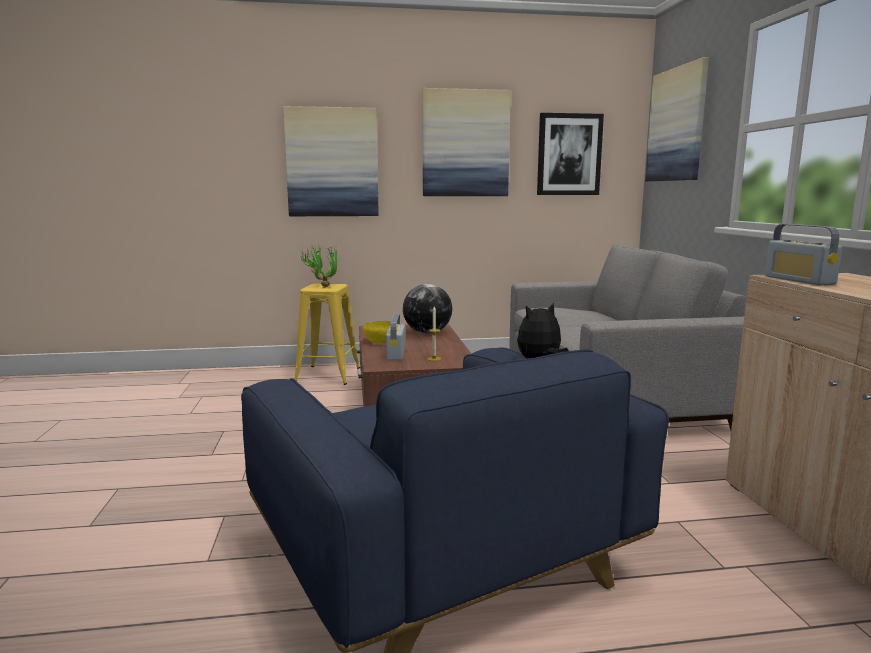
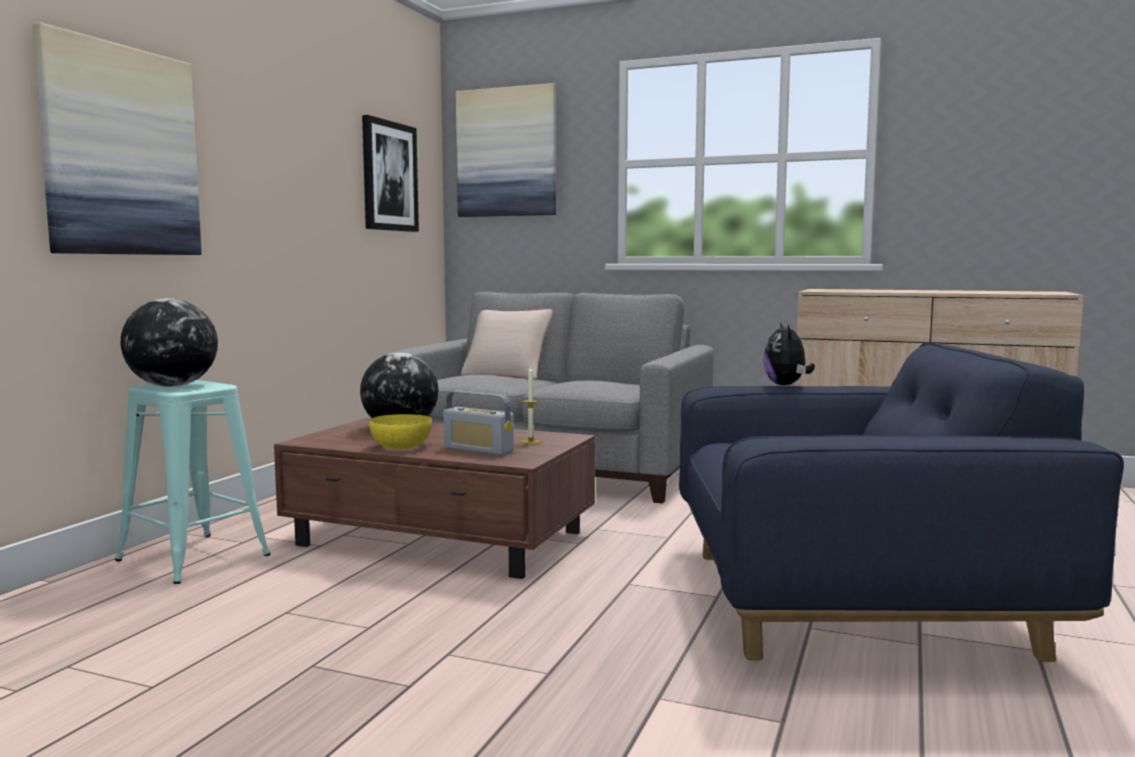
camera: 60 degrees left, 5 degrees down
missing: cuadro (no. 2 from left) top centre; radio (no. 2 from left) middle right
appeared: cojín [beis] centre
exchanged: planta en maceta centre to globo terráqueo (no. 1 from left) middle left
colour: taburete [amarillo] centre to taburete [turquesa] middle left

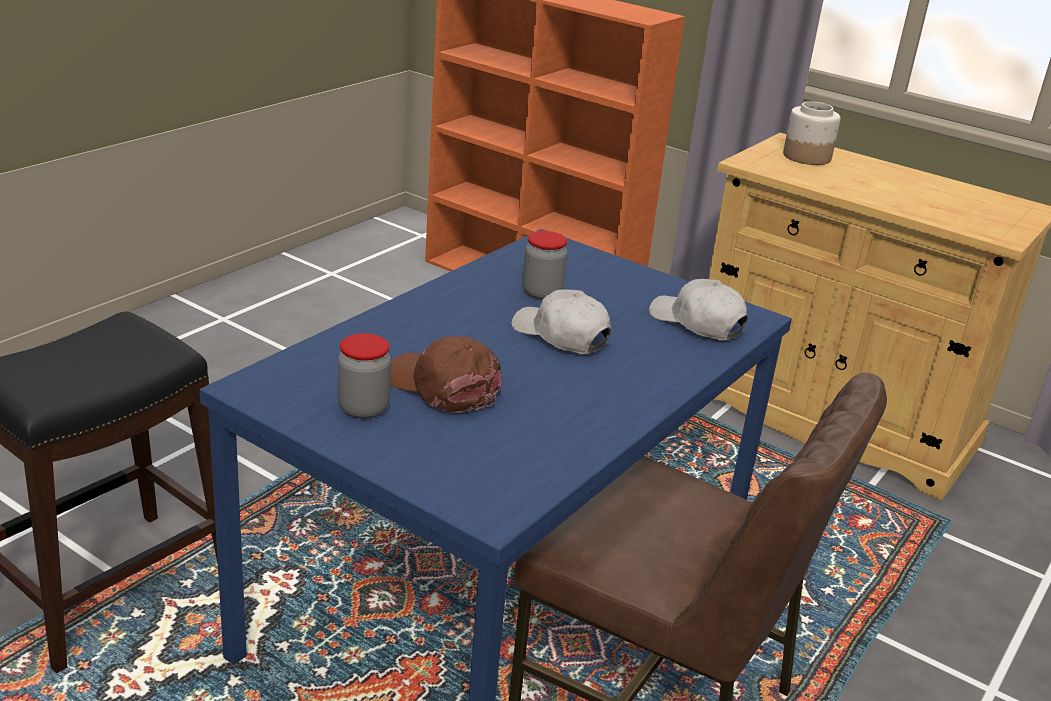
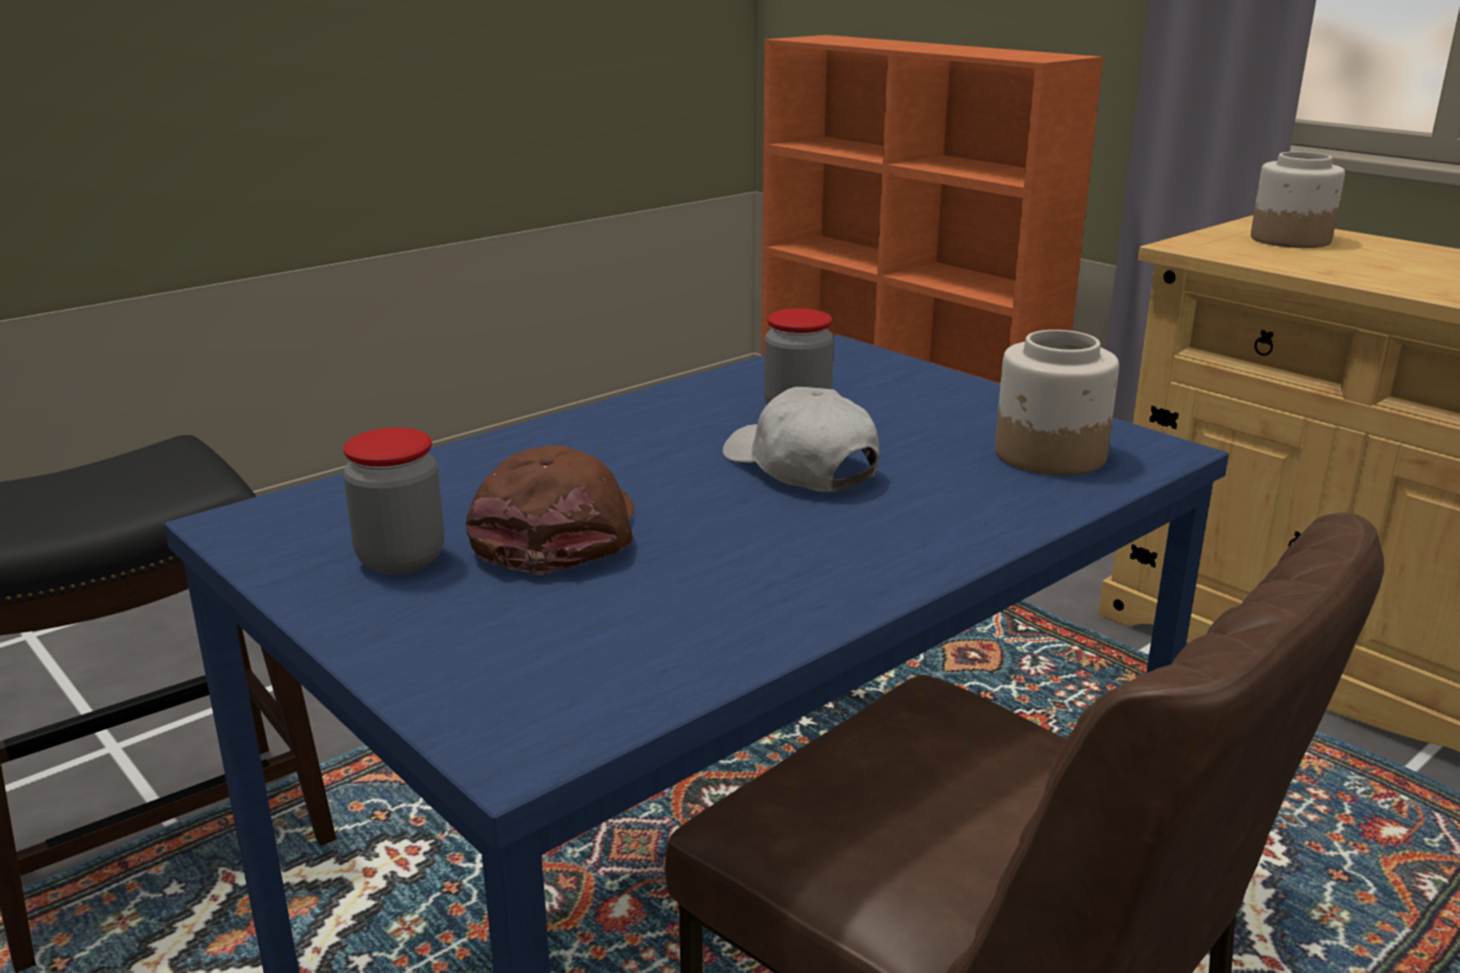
camera: 15 degrees right, 5 degrees down
exchanged: gorra [blanco] (no. 2 from left) centre to tarro (no. 3 from left) middle right
spun: gorra [marrón] centre = centre 45 degrees clockwise

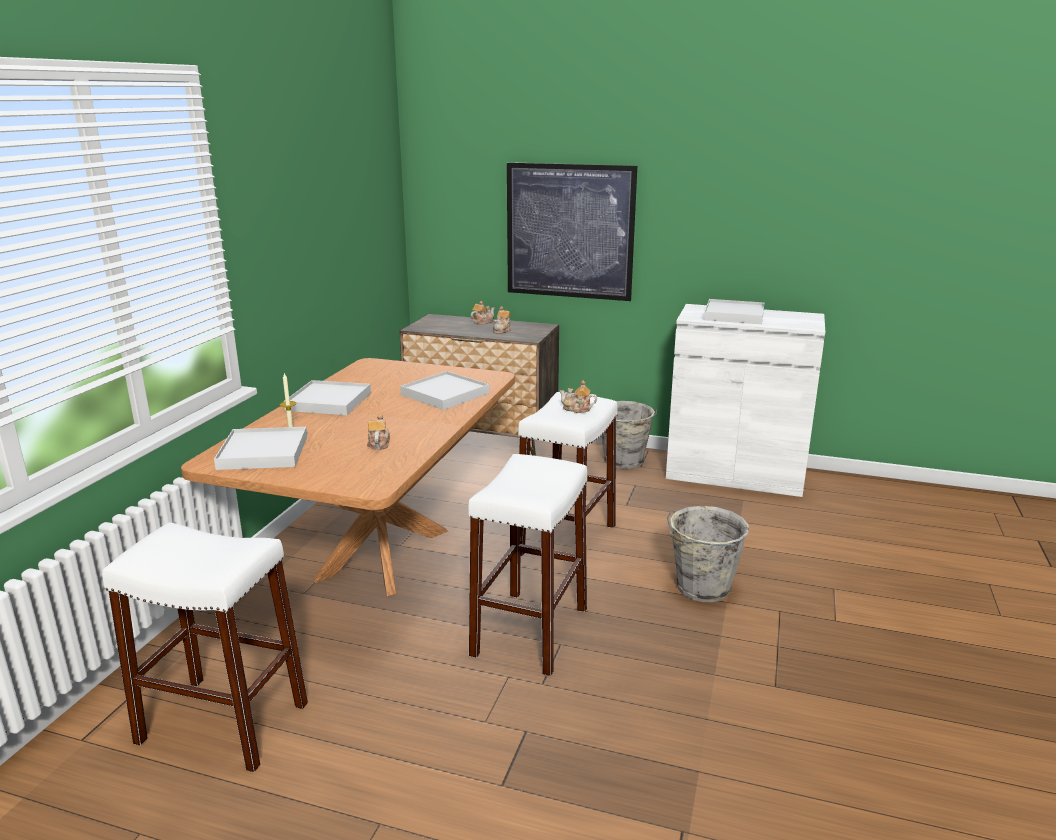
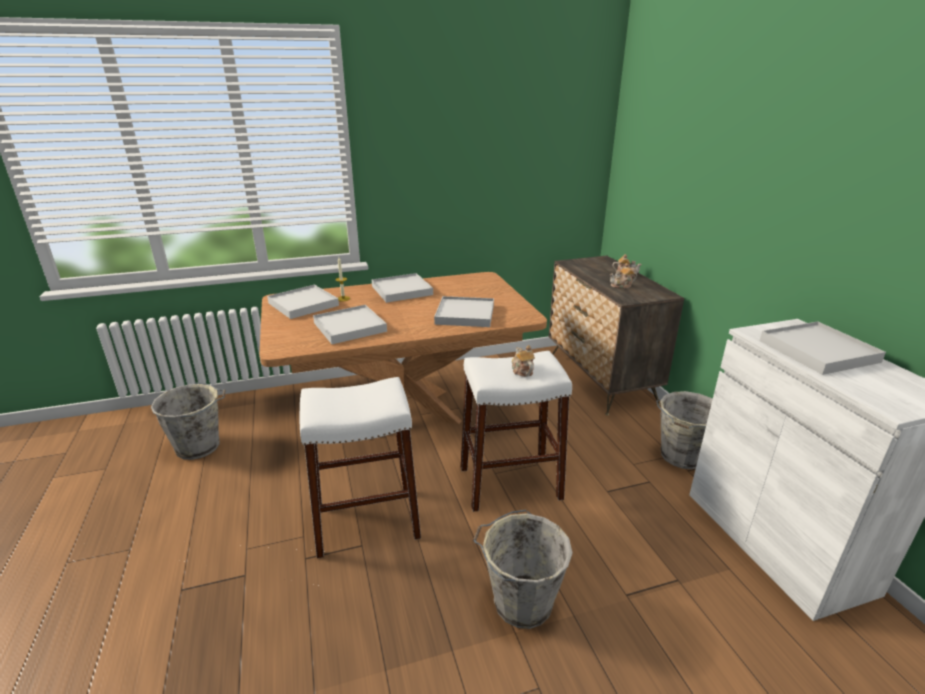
camera: 55 degrees right, 5 degrees up
missing: cuadro top centre
exchanged: taburete [blanco] (no. 1 from left) bottom left to cubo [gris] (no. 1 from left) middle left; tetera (no. 1 from left) centre to bandeja [blanco] (no. 2 from left) centre

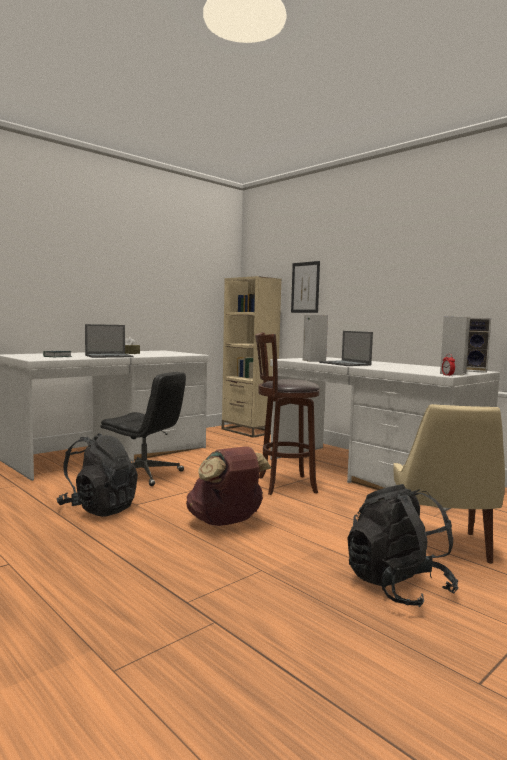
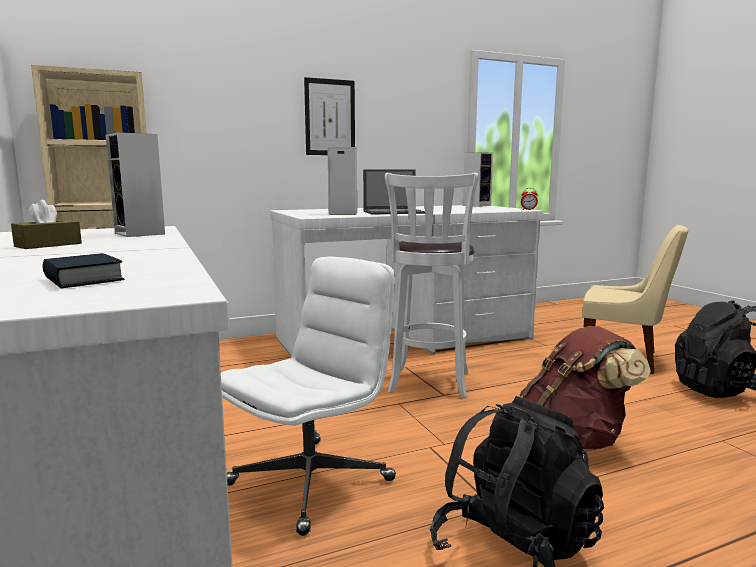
camera: 70 degrees left, 5 degrees up
missing: portátil (no. 1 from left) middle left
relocated: altavoz (no. 2 from left in the first image) middle right to altavoz (no. 1 from left) top left; cuadro centre to top centre
colour: silla de oficina [negro] middle left to silla de oficina [blanco] bottom centre; taburete [marrón] centre to taburete [blanco] centre

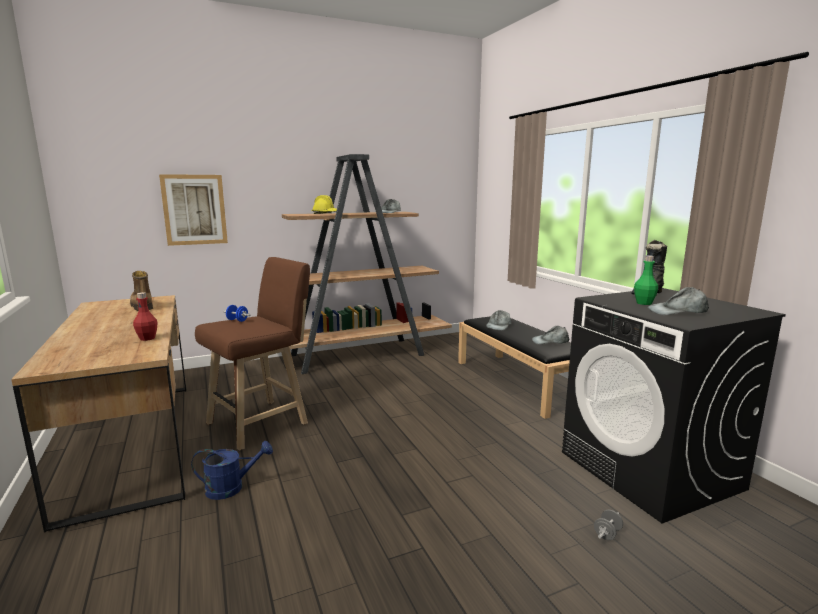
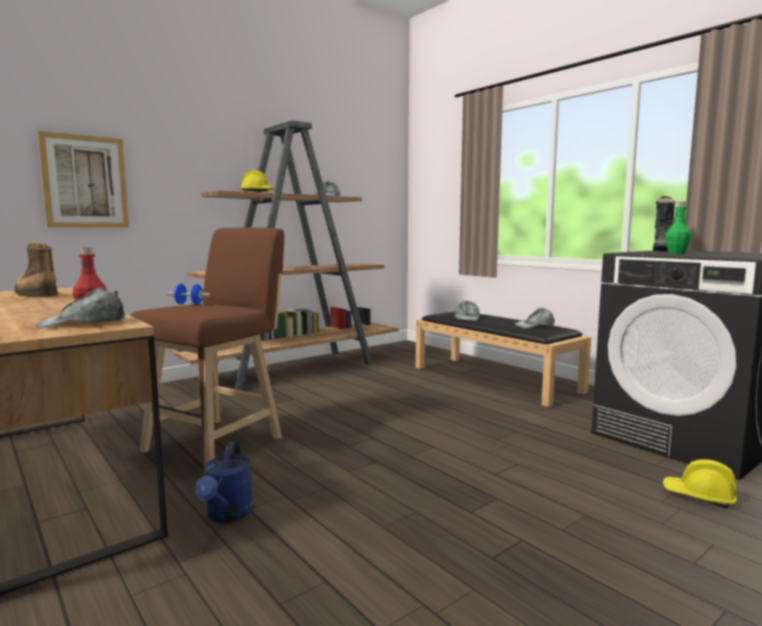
camera: 15 degrees left, 5 degrees down
relocated: gorra [gris] (no. 4 from left in the first image) middle right to gorra [gris] (no. 1 from left) middle left
exchanged: mancuerna [gris] bottom right to casco [amarillo] (no. 2 from left) bottom right
spun: regadera [azul] bottom left = bottom left 120 degrees clockwise

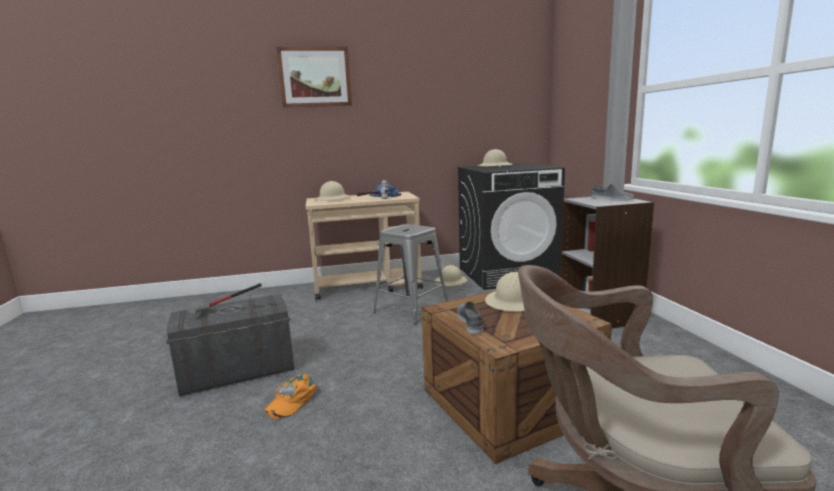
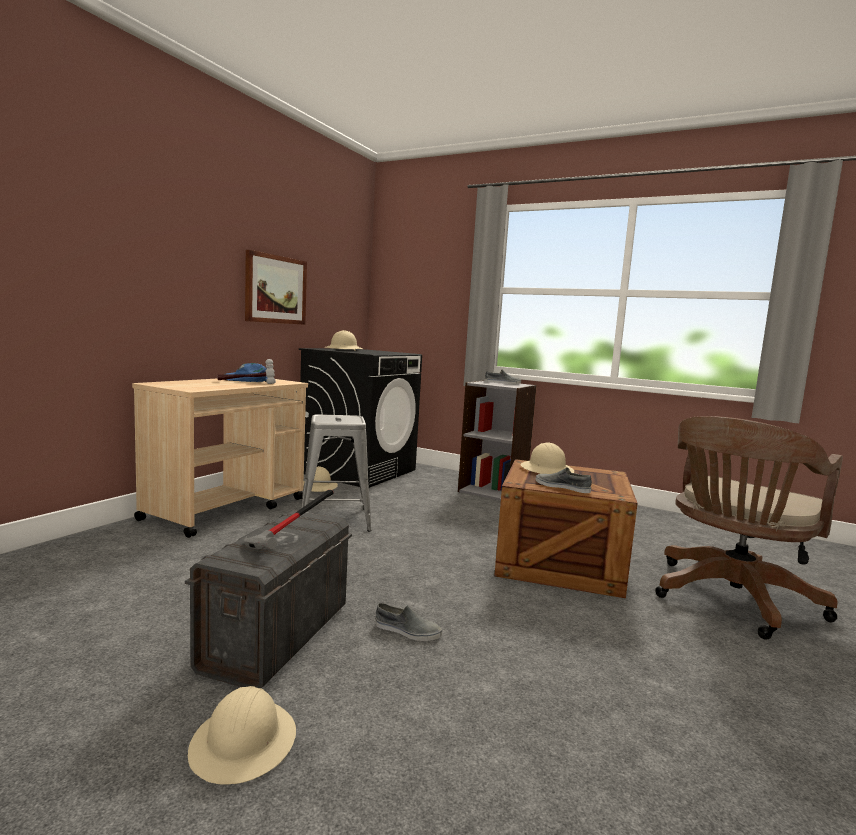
camera: 50 degrees left, 5 degrees down
relocated: casco [beis] (no. 1 from left) centre to bottom left; cuadro top centre to middle left
exchanged: gorra [naranja] bottom centre to zapato [gris] (no. 1 from left) bottom centre

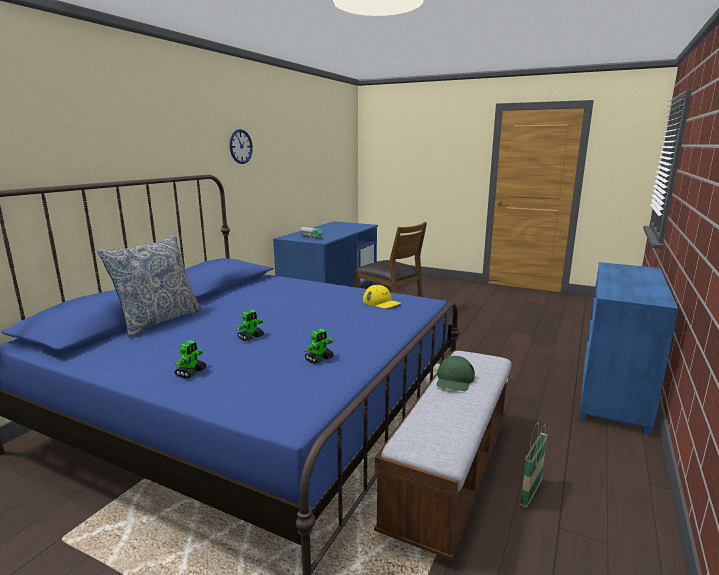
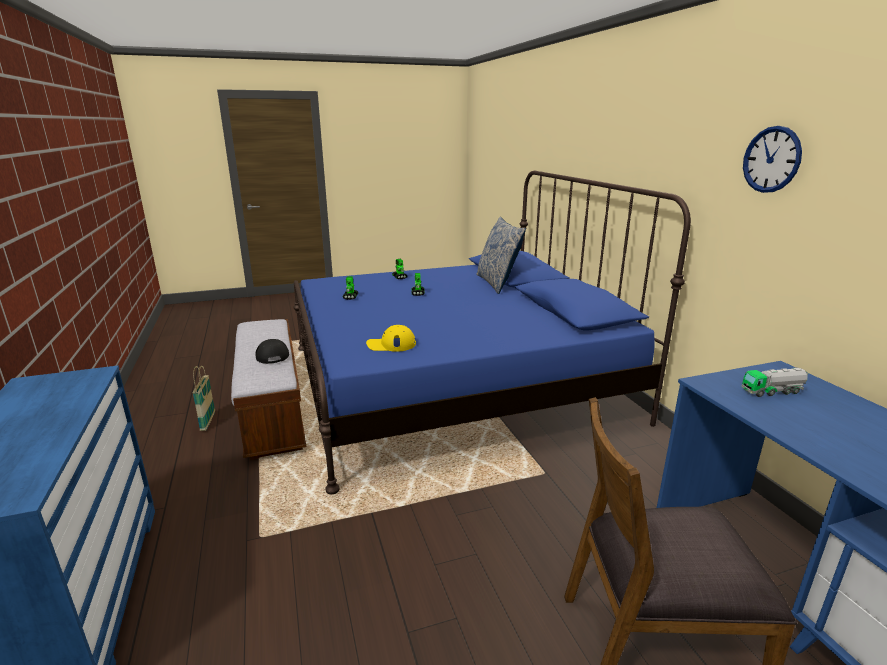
camera: 135 degrees right, 5 degrees up
colour: gorra [verde] centre to gorra [negro] middle left

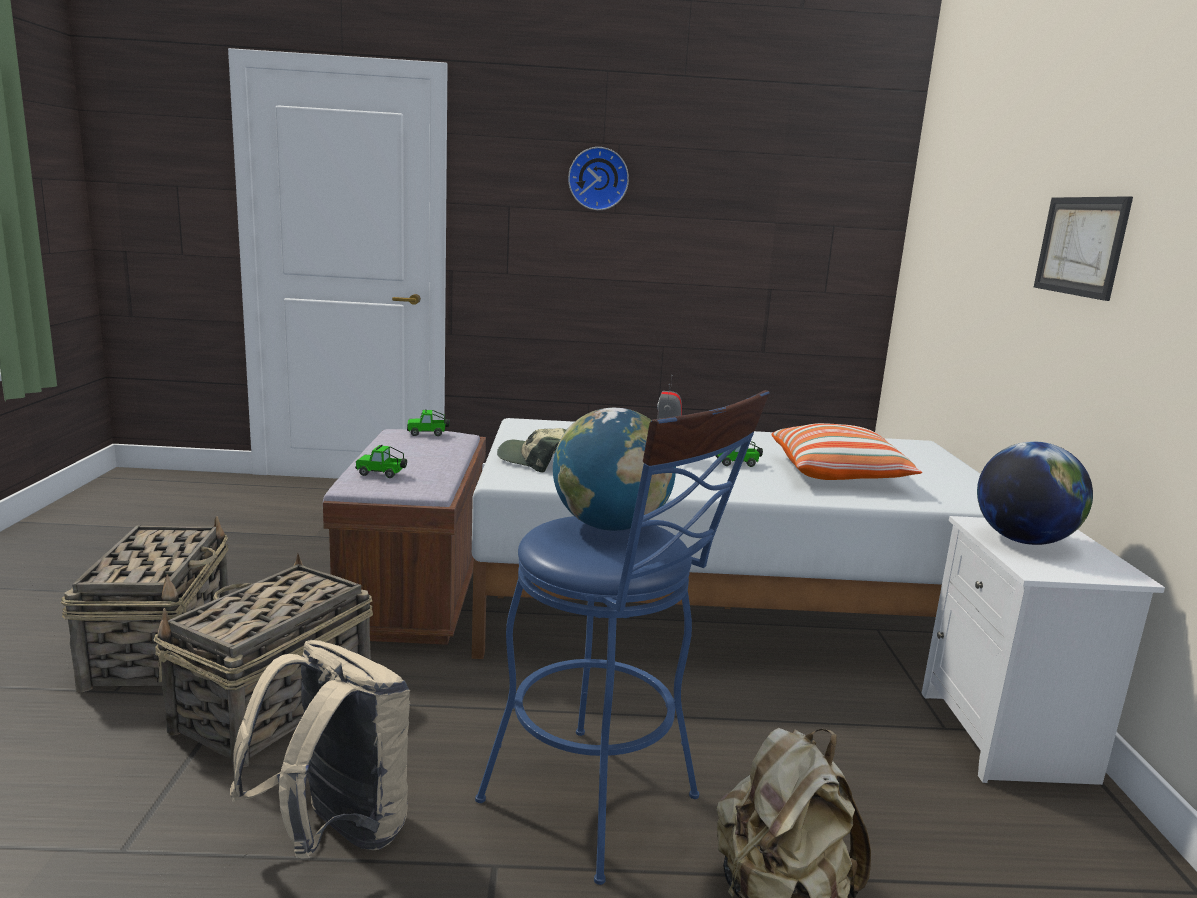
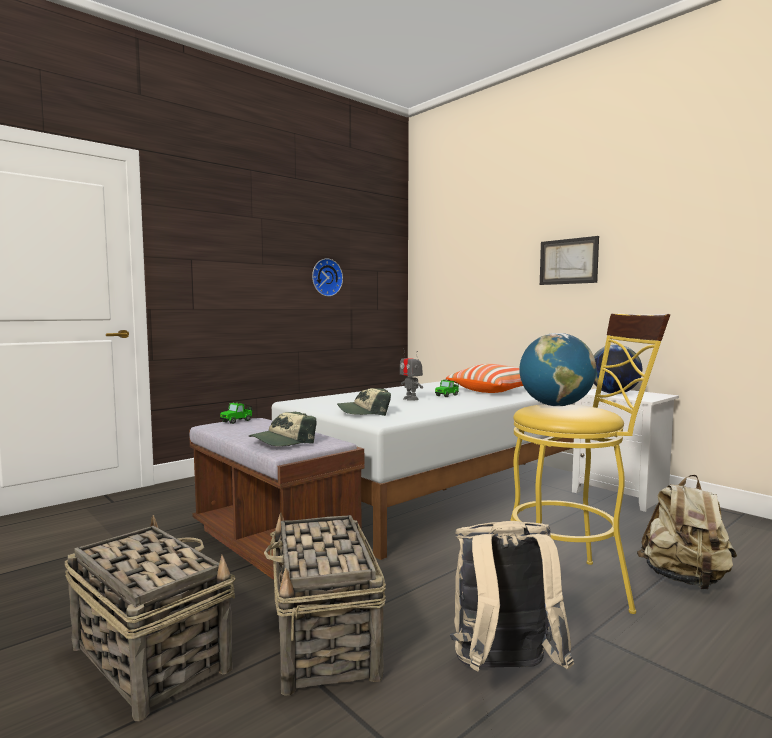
camera: 40 degrees left, 10 degrees down
relocated: reloj de pared top centre to centre
exchanged: coche de juguete (no. 1 from left) middle left to gorra (no. 1 from left) centre
colour: taburete [azul] bottom centre to taburete [amarillo] middle right

